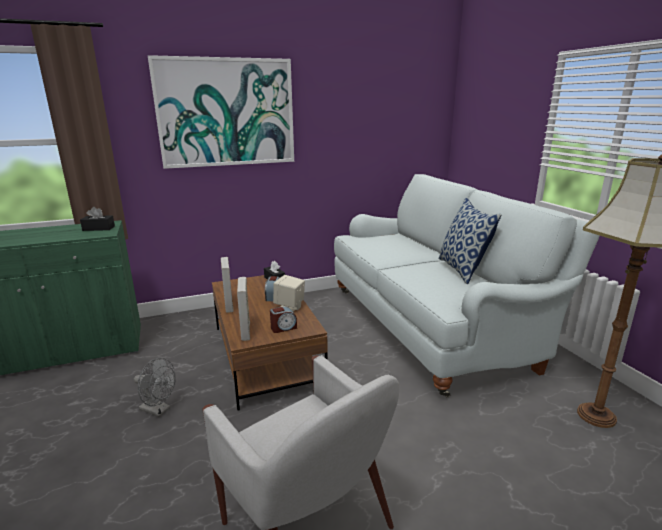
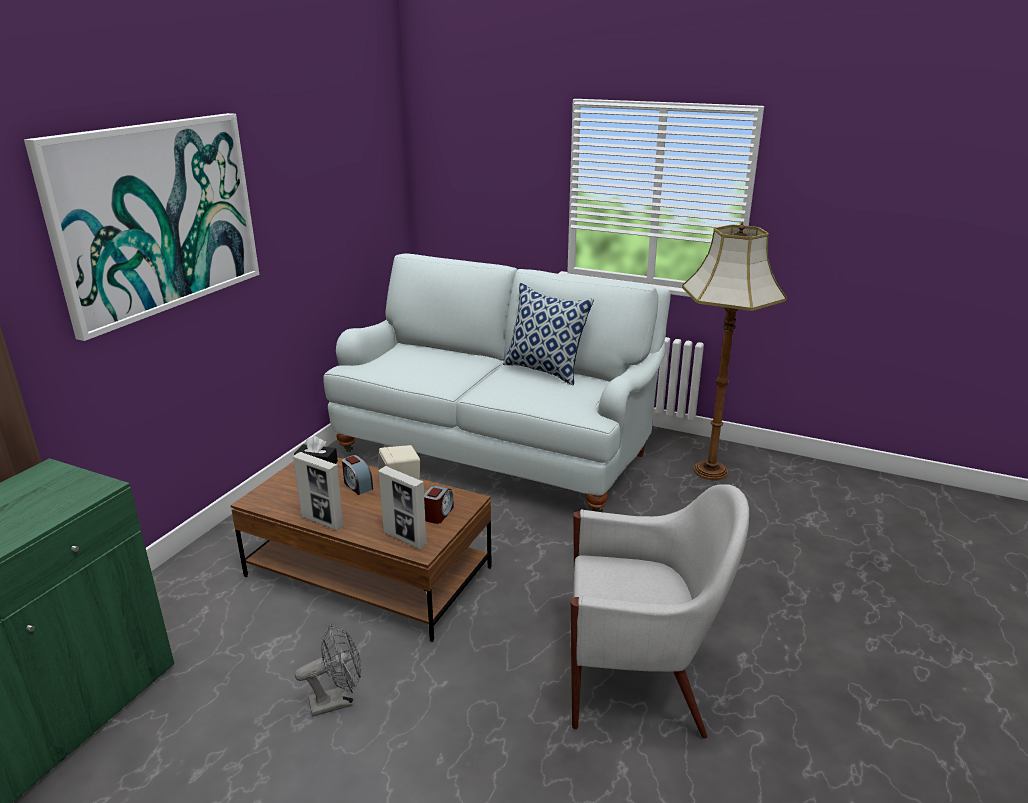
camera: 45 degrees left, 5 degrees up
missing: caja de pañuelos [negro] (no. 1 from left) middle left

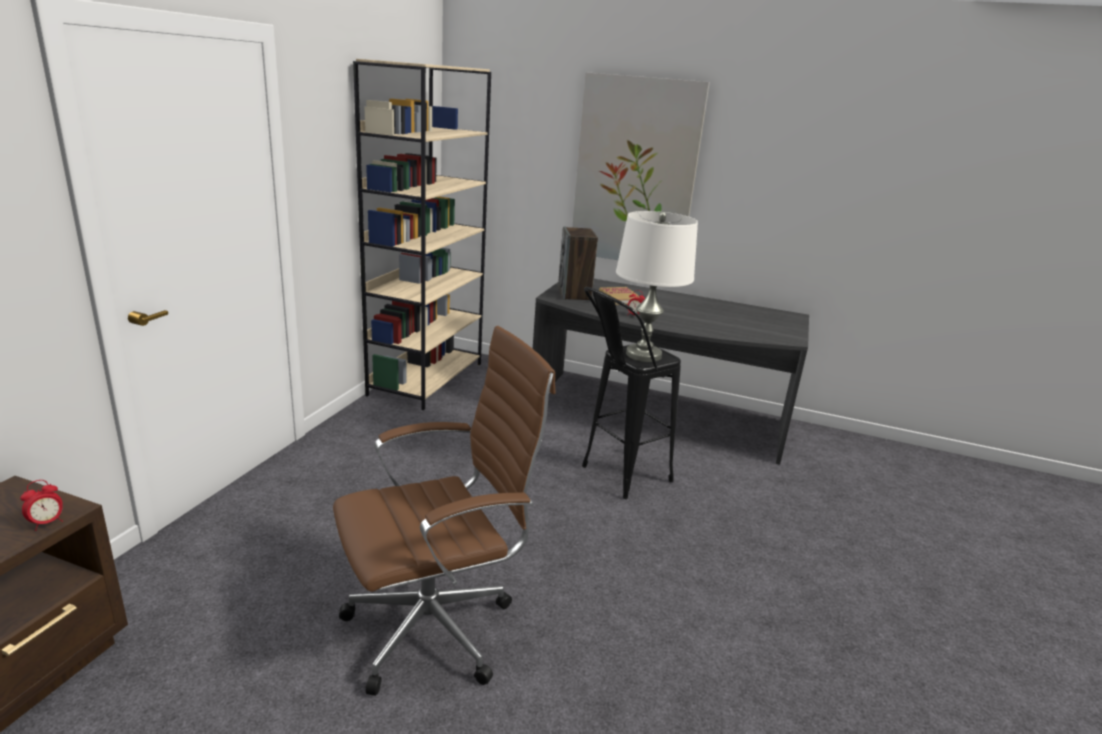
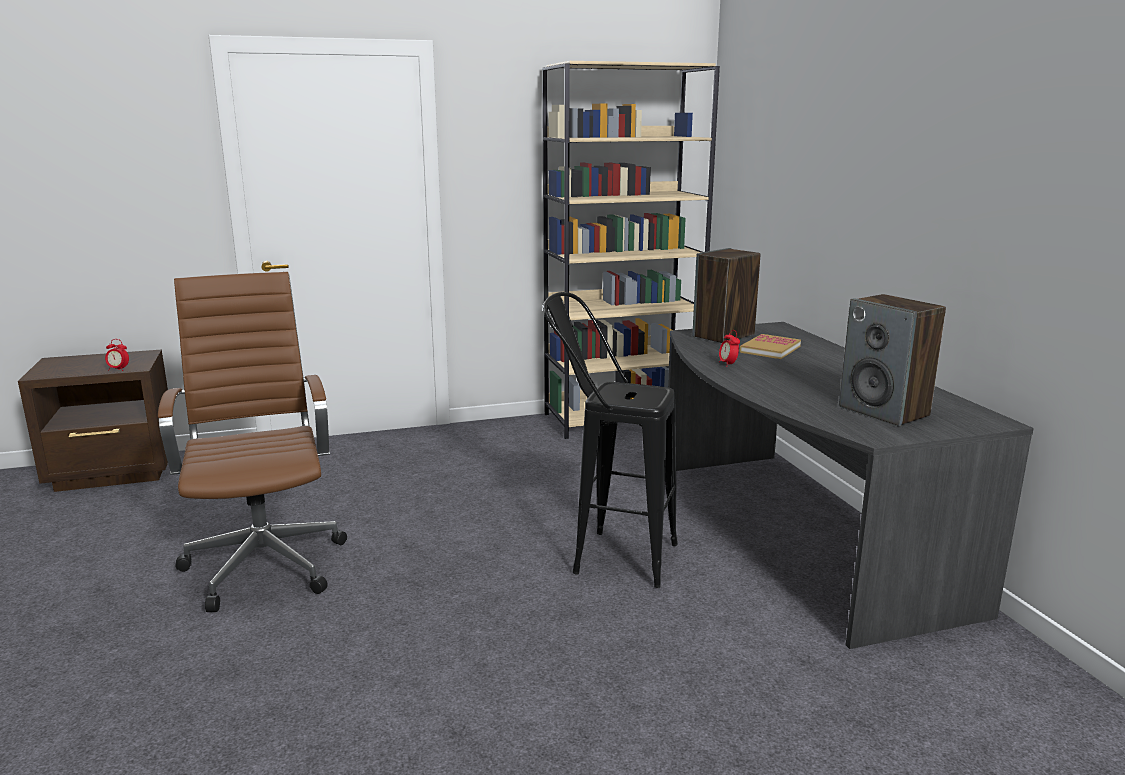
camera: 55 degrees right, 5 degrees down
missing: cuadro top centre; lámpara de mesa [blanco] centre
appeared: altavoz (no. 2 from left) middle right
spun: silla de oficina [marrón] bottom centre = middle left 135 degrees counterclockwise

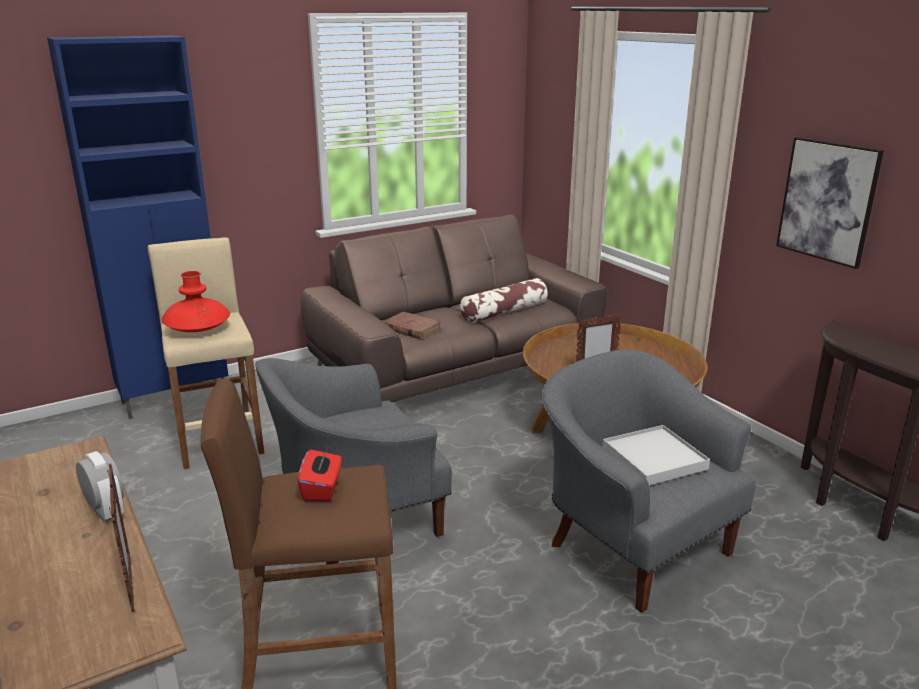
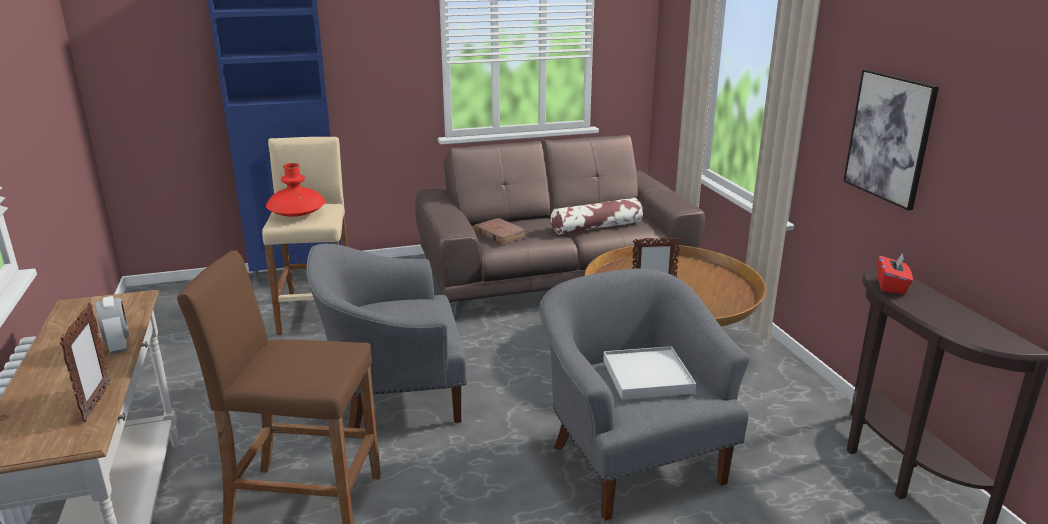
camera: 15 degrees right, 0 degrees up
relocated: caja de pañuelos [rojo] bottom centre to middle right

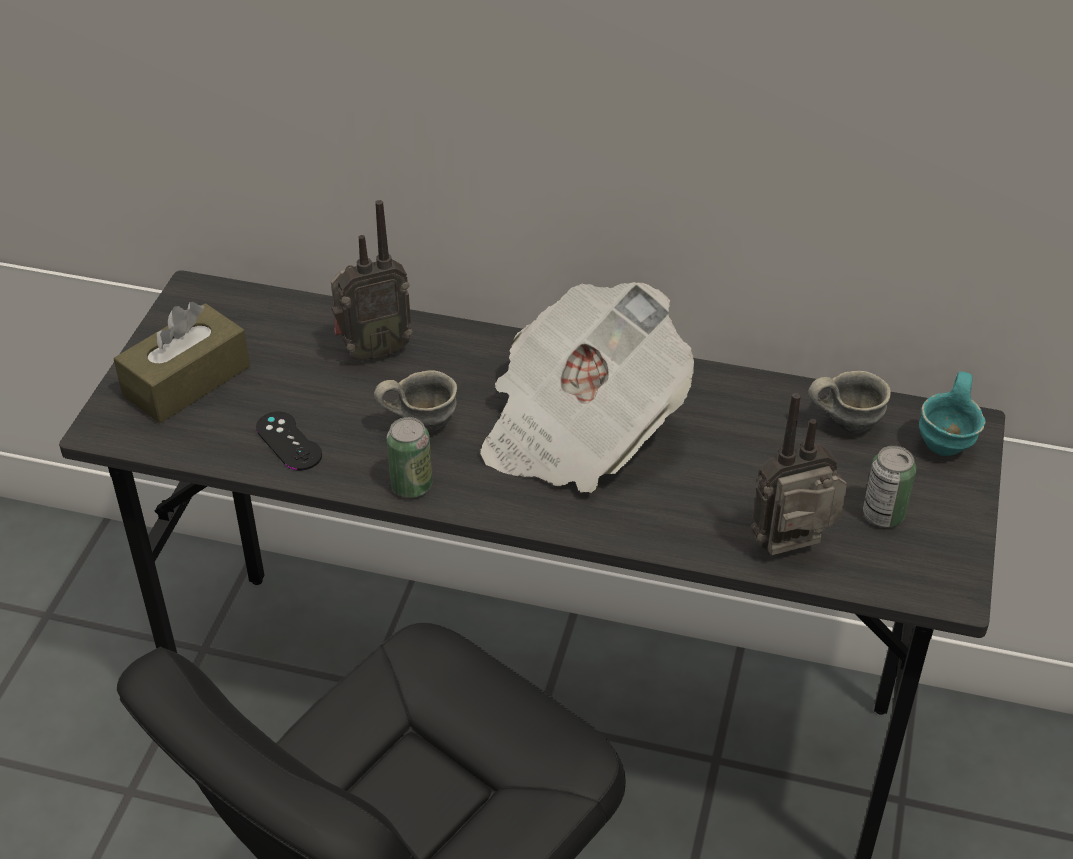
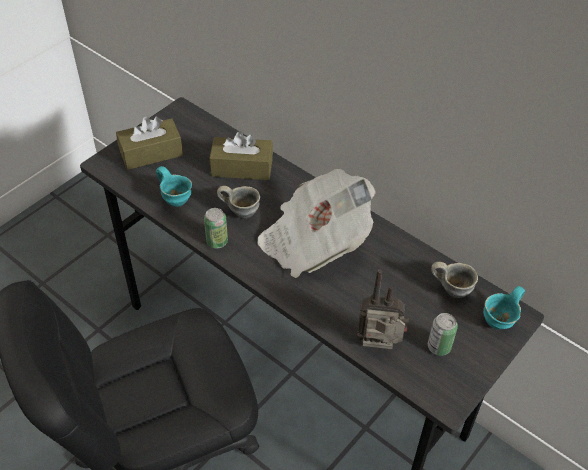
camera: 25 degrees right, 5 degrees up
exchanged: mando de consola [negro] middle left to taza grande [turquesa] (no. 1 from left) middle left; radio (no. 1 from left) top centre to caja de pañuelos [marrón] (no. 2 from left) top centre

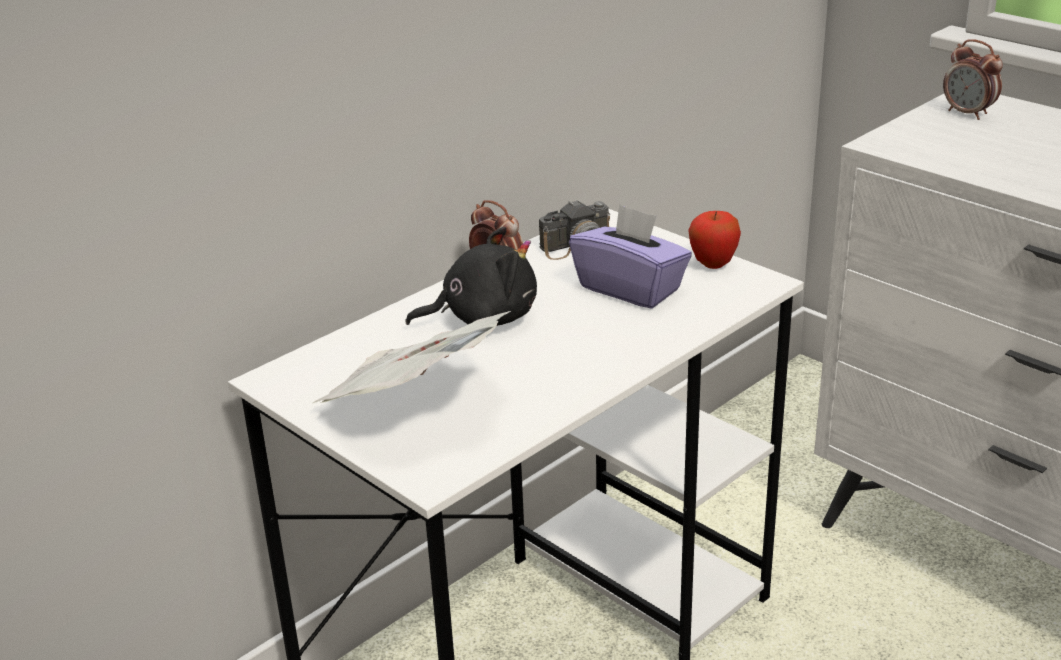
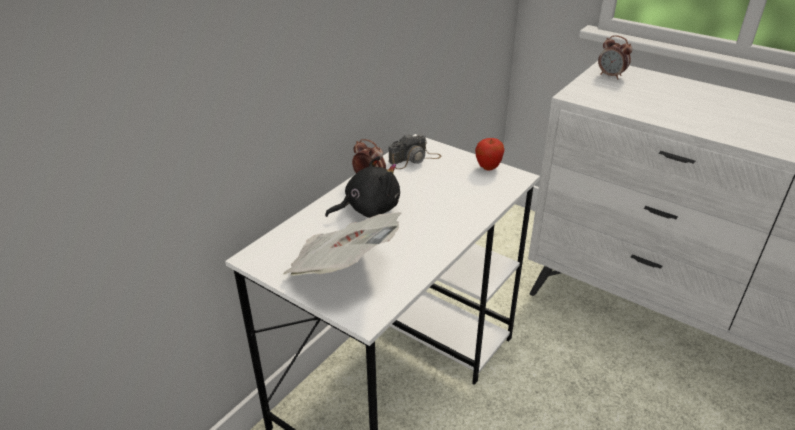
camera: 10 degrees left, 5 degrees up
missing: caja de pañuelos [morado] centre

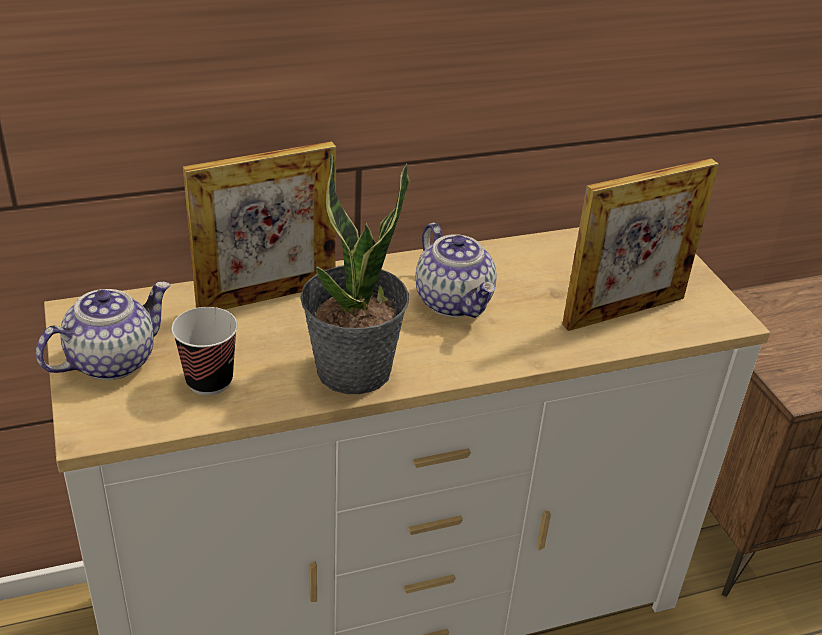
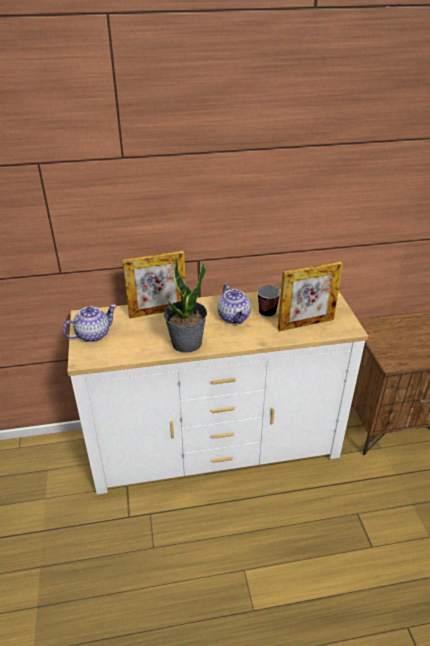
camera: 10 degrees right, 0 degrees up
relocated: taza middle left to centre

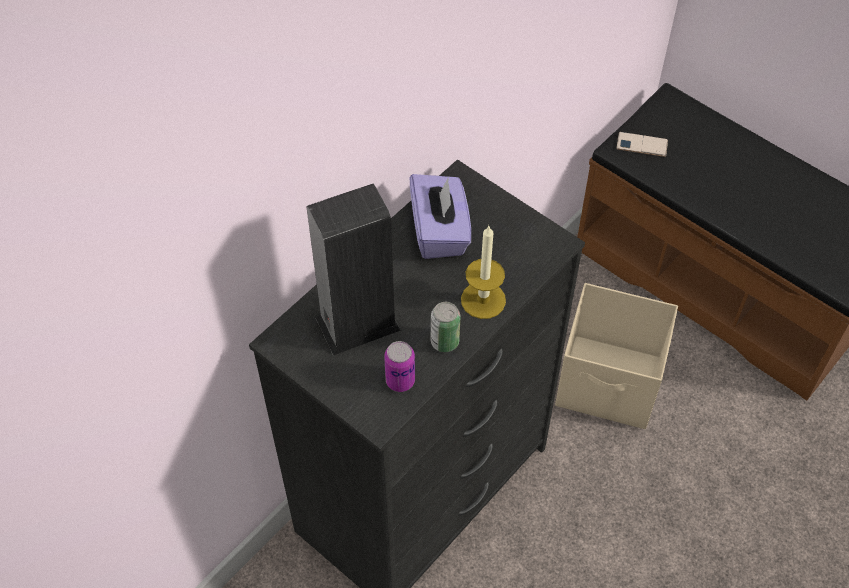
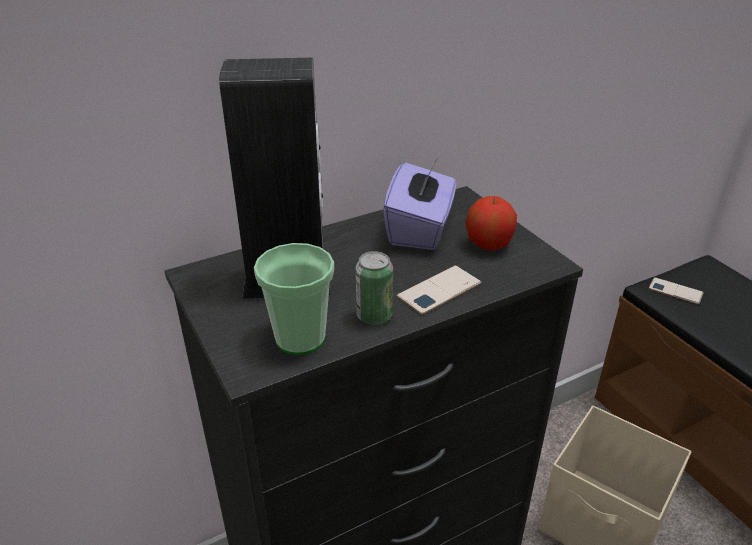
camera: 20 degrees right, 20 degrees down
appeared: manzana centre
exchanged: lata (no. 1 from left) centre to taza centre; vela centre to móvil (no. 1 from left) centre

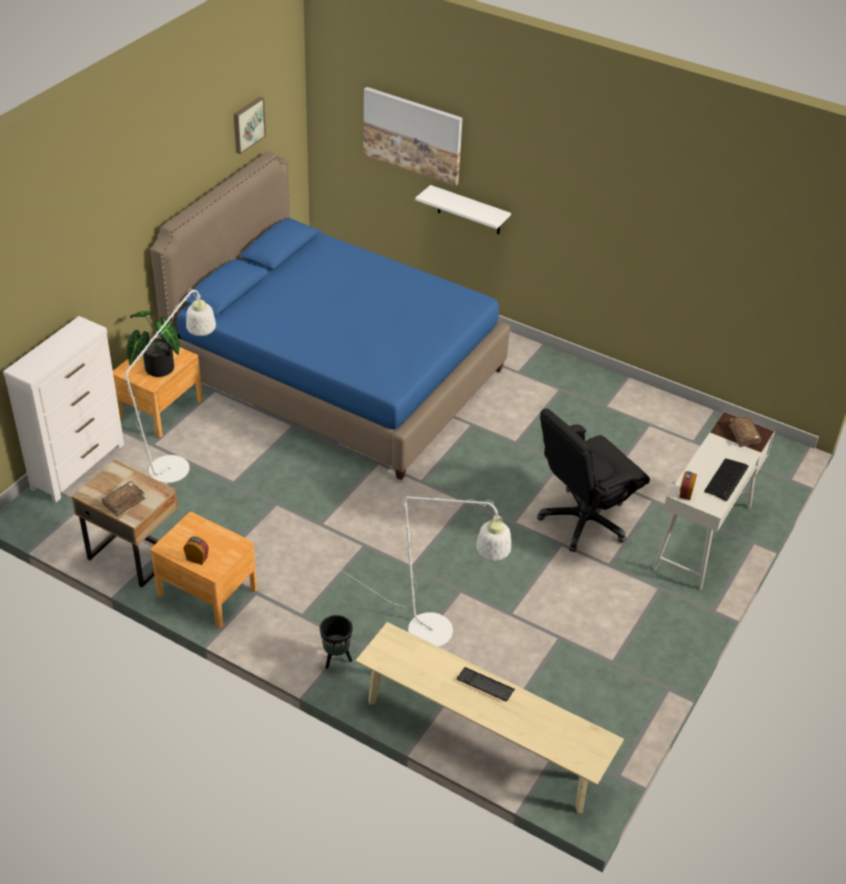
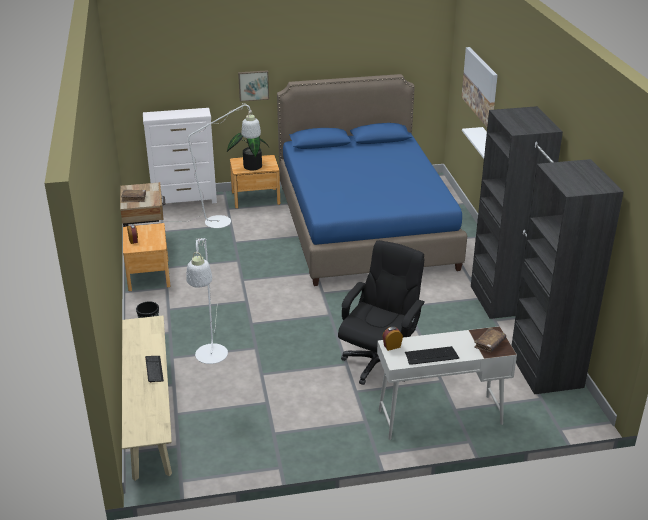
camera: 50 degrees right, 10 degrees down
appeared: armario ropero [negro] middle right
relocated: cuadro (no. 1 from left) top left to top centre
spun: silla de oficina [negro] middle right = centre 105 degrees clockwise

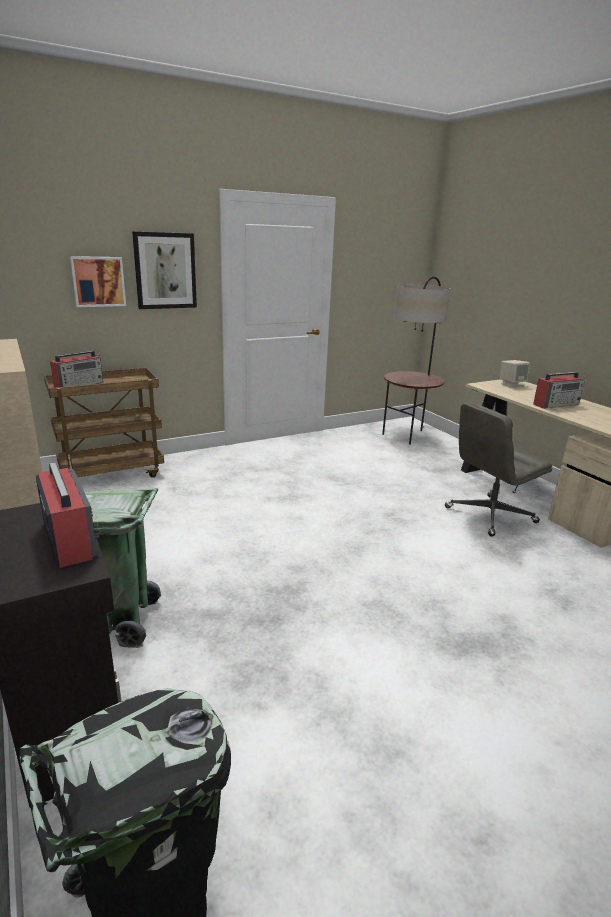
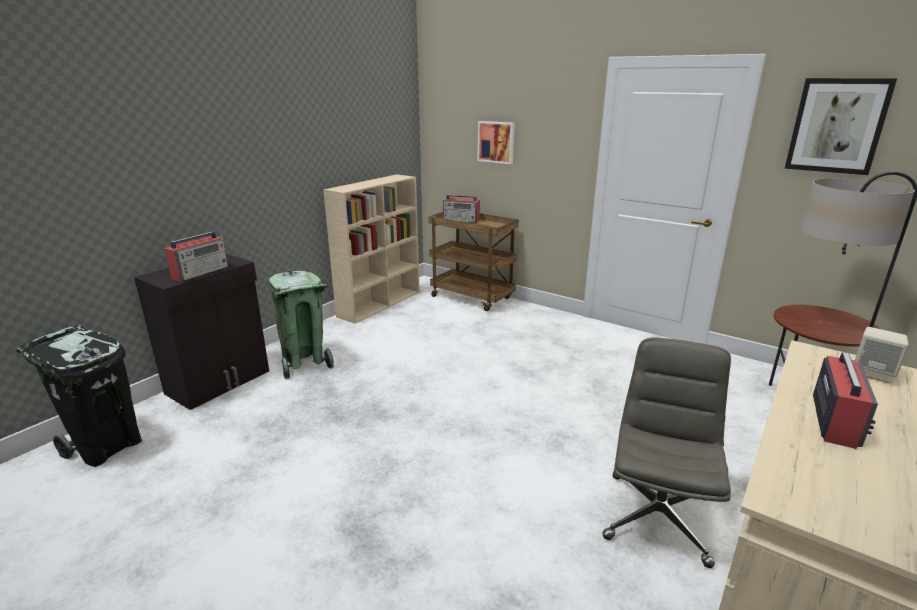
camera: 65 degrees right, 0 degrees up
relocated: cuadro (no. 2 from left) top left to top right
spun: silla de oficina [gris] middle right = bottom right 75 degrees clockwise; radio (no. 3 from left) middle right = middle right 105 degrees counterclockwise

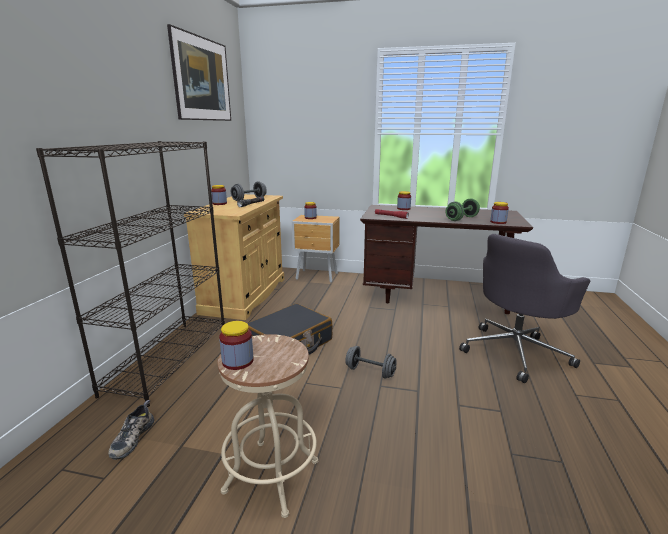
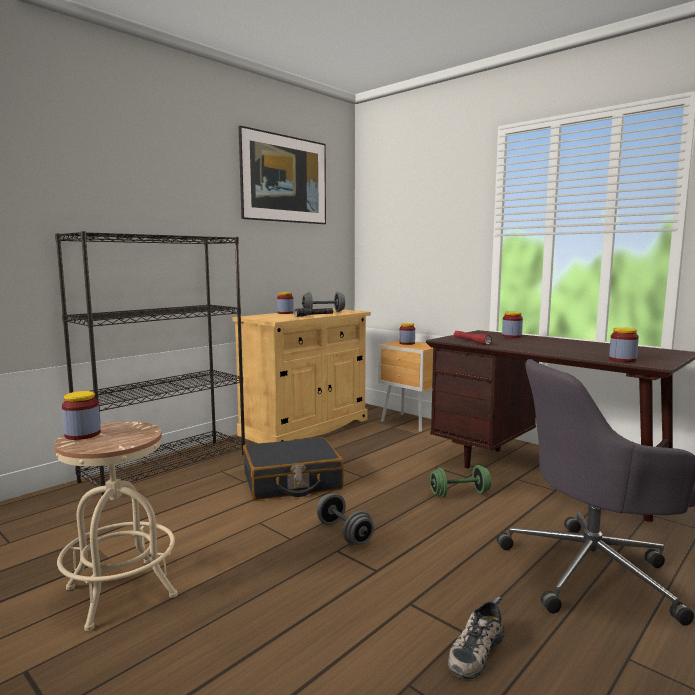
camera: 30 degrees right, 10 degrees down
relocated: mancuerna [verde] middle right to bottom centre; zapato bottom left to bottom right

